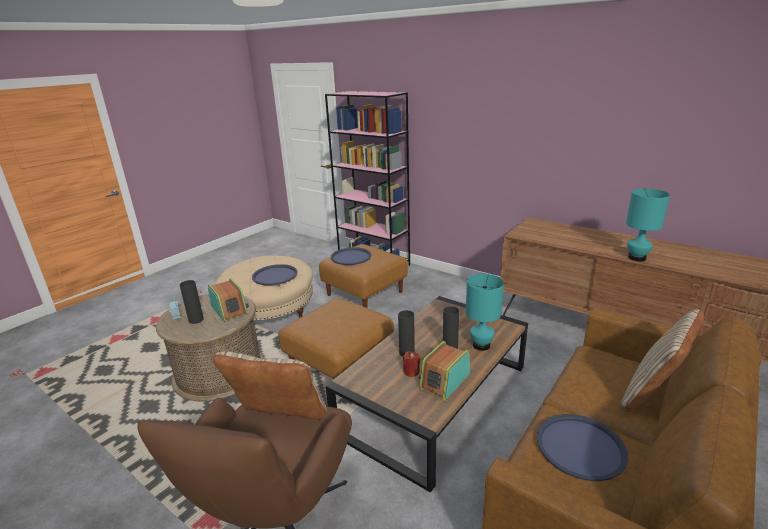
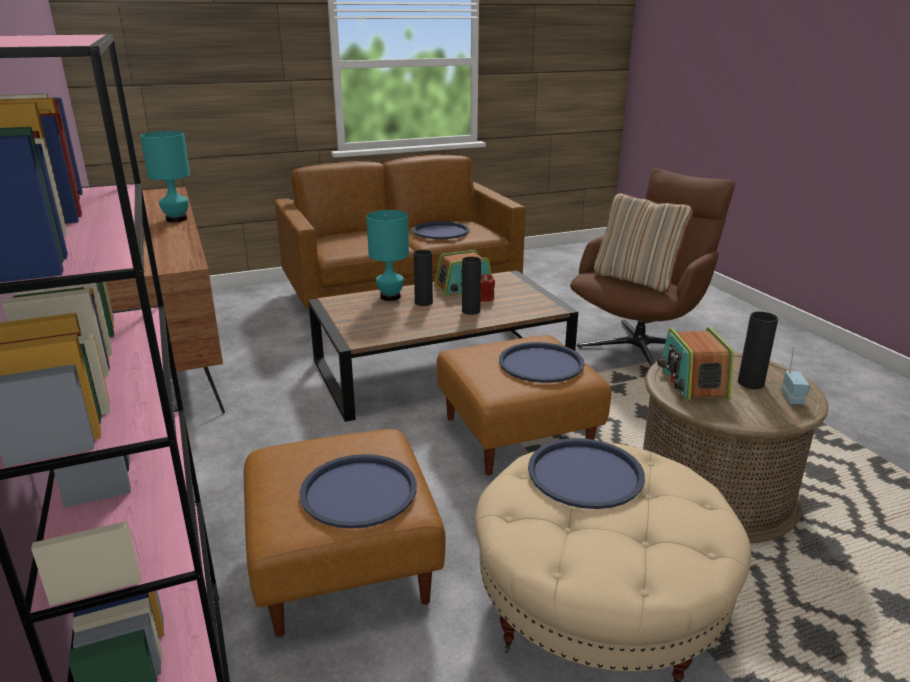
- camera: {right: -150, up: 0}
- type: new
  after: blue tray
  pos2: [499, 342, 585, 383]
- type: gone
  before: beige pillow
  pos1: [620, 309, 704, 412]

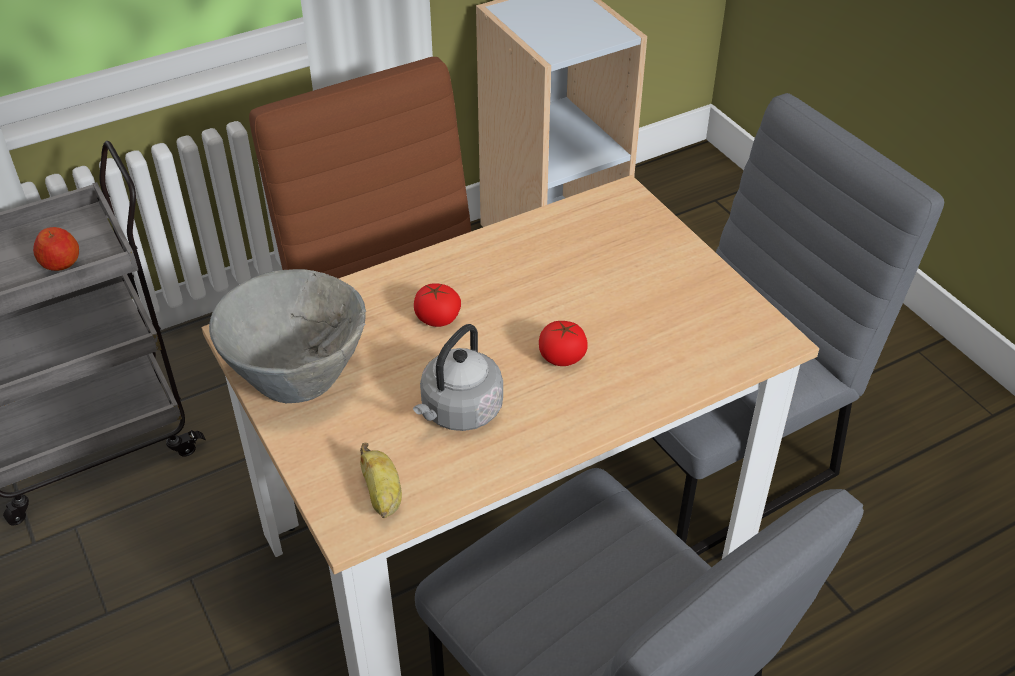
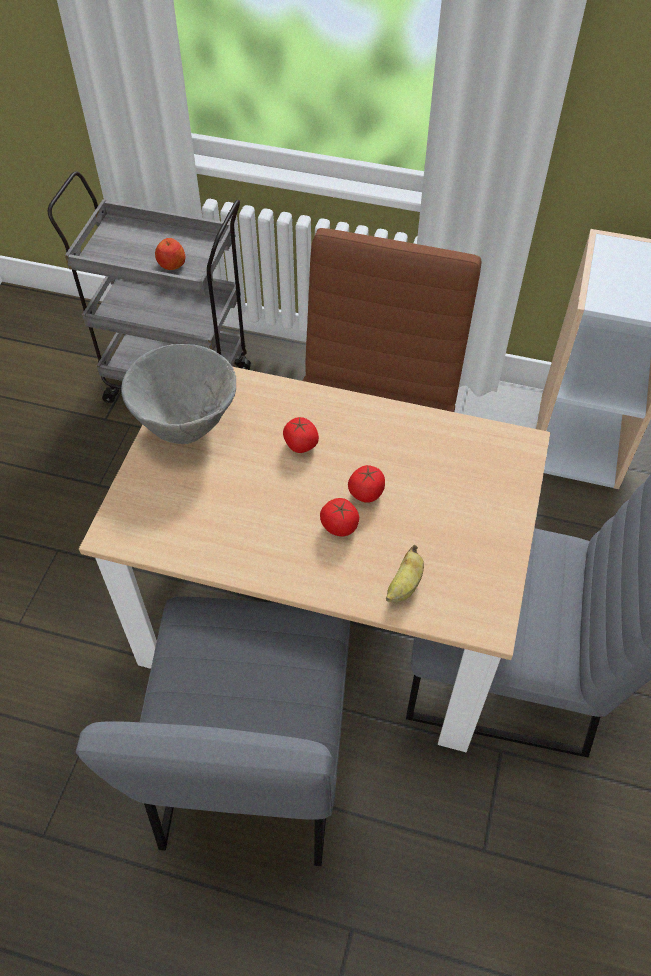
- camera: {right: 45, up: 10}
- type: new
  after: tomato
  pos2: [348, 465, 385, 503]
- type: shifted
  before: banana
  pos1: [360, 443, 402, 518]
  pos2: [386, 545, 424, 602]
- type: gone
  before: grey kettle
  pos1: [413, 324, 503, 431]

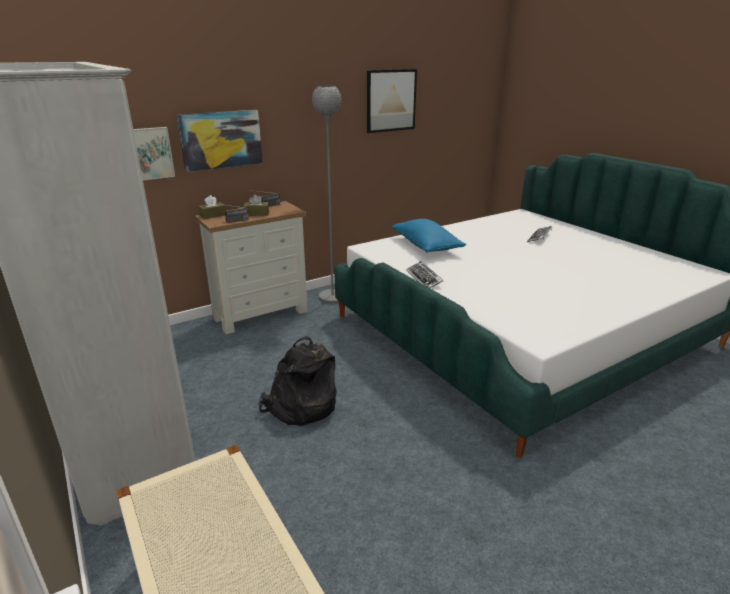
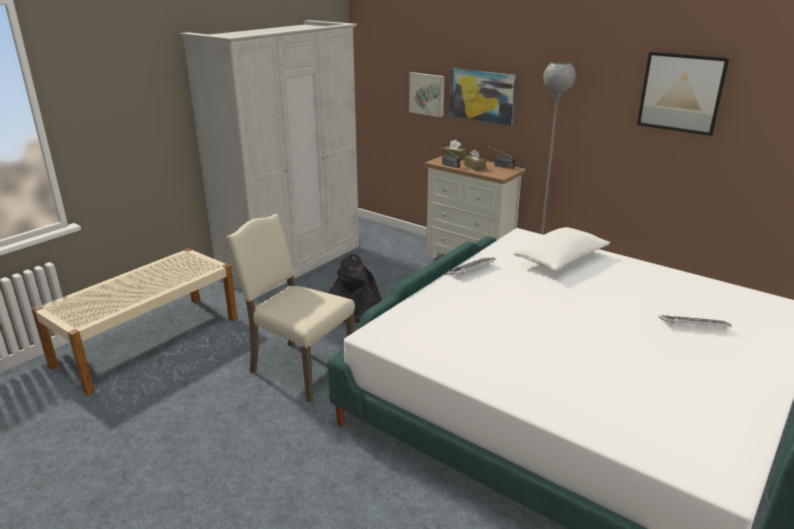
- camera: {right: 70, up: 0}
- type: new
  after: beige chair
  pos2: [226, 214, 355, 402]
- type: repainted
  before: blue pillow
  after: white pillow
  pos1: [392, 219, 466, 252]
  pos2: [513, 227, 610, 271]

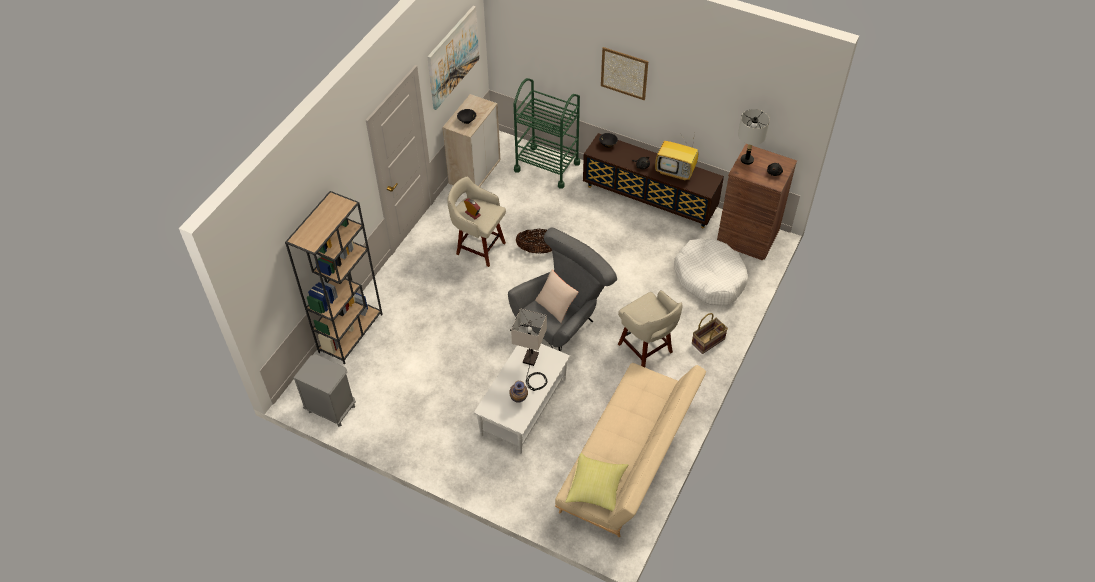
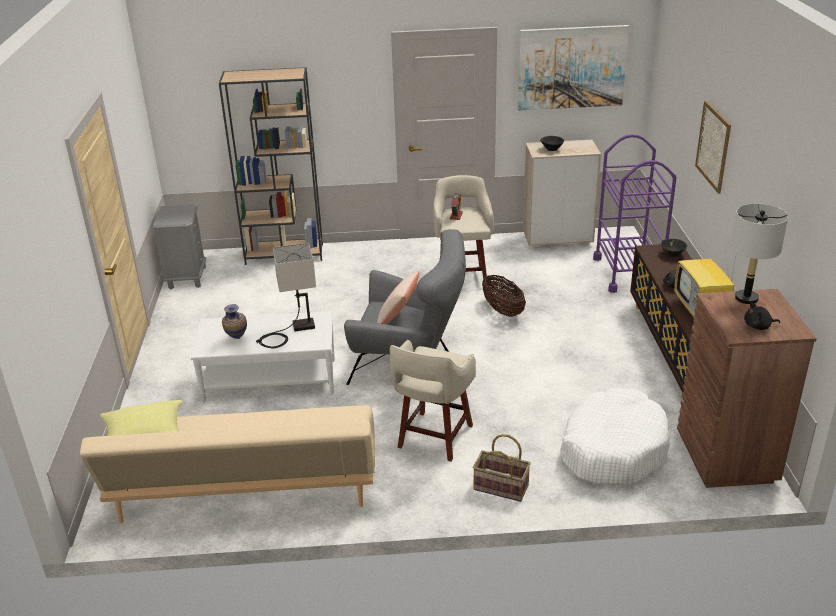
- camera: {right: 60, up: -20}
- type: repainted
  before: green cart
  after: purple cart
  pos1: [513, 78, 580, 189]
  pos2: [593, 134, 677, 293]

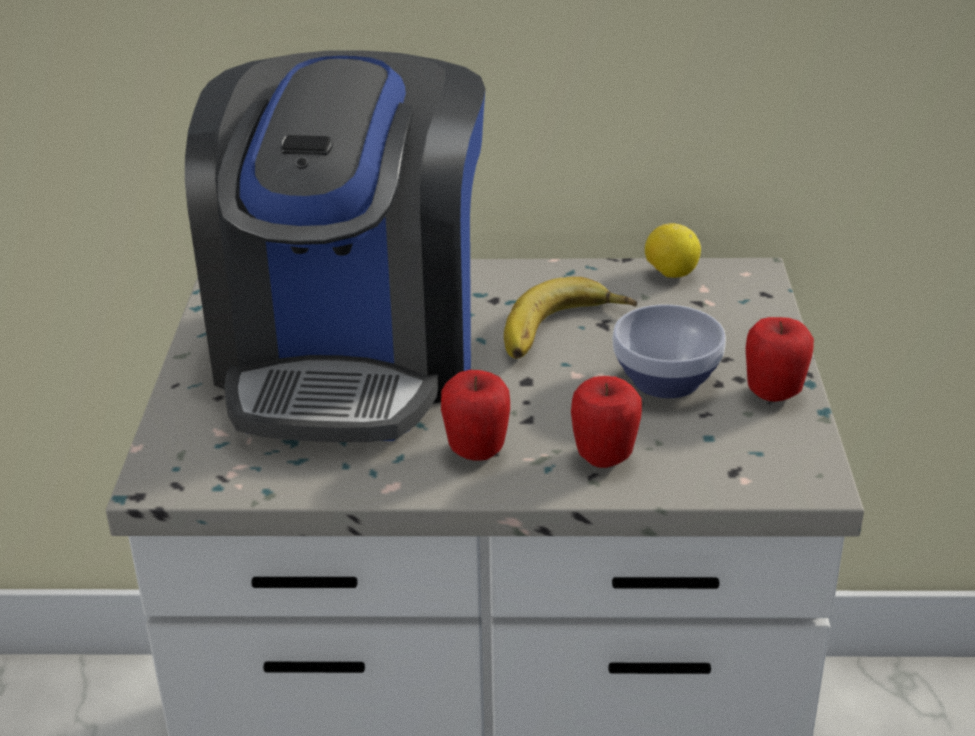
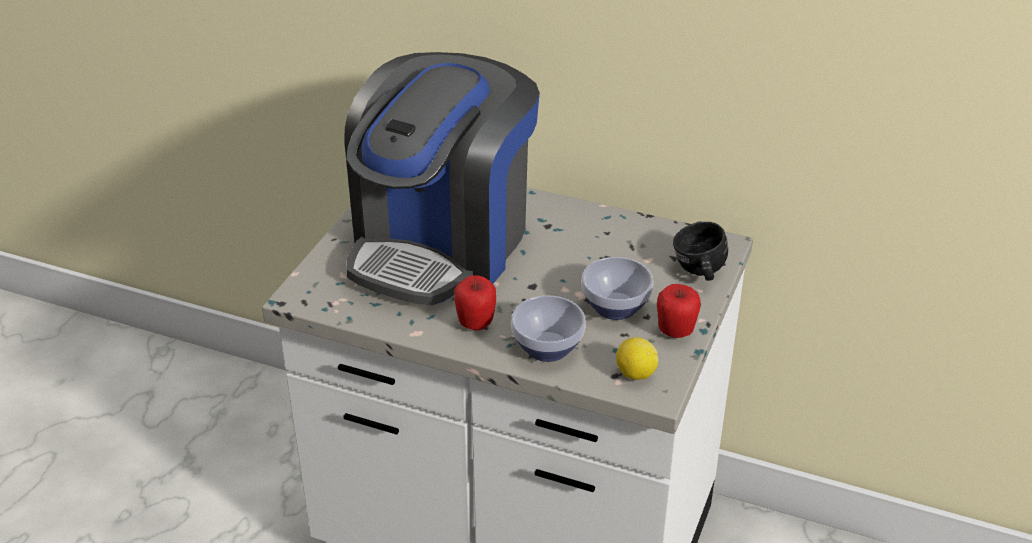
- camera: {right: 20, up: 5}
- type: swapped
  before: apple
  after: bowl
  pos1: [571, 376, 642, 468]
  pos2: [511, 295, 586, 362]
- type: shifted
  before: lemon
  pos1: [645, 223, 701, 278]
  pos2: [616, 337, 659, 380]
- type: new
  after: black mug
  pos2: [673, 221, 728, 281]
- type: gone
  before: banana
  pos1: [504, 277, 637, 359]

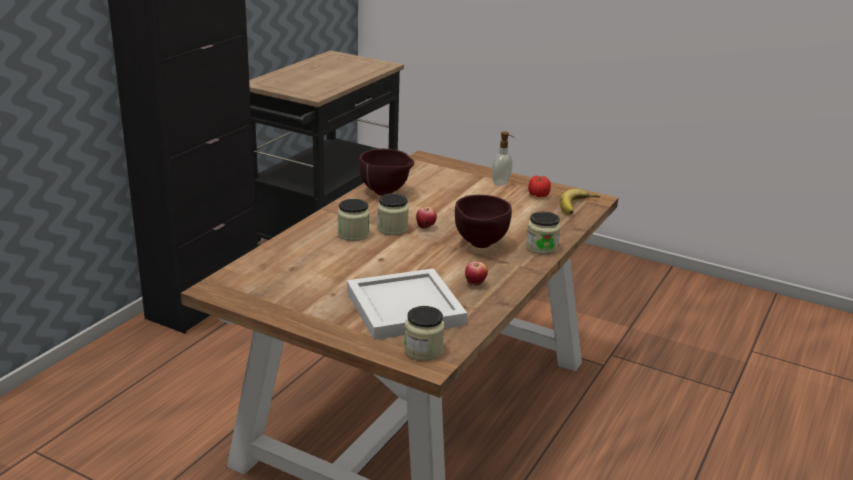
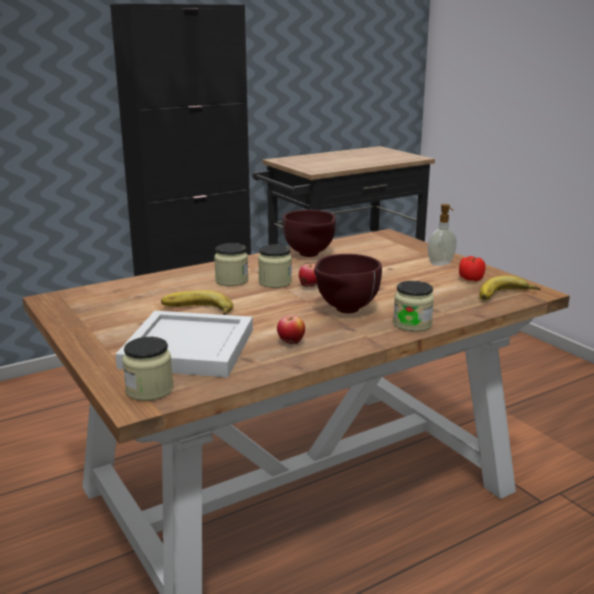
- camera: {right: 30, up: -5}
- type: new
  after: banana
  pos2: [161, 290, 233, 315]

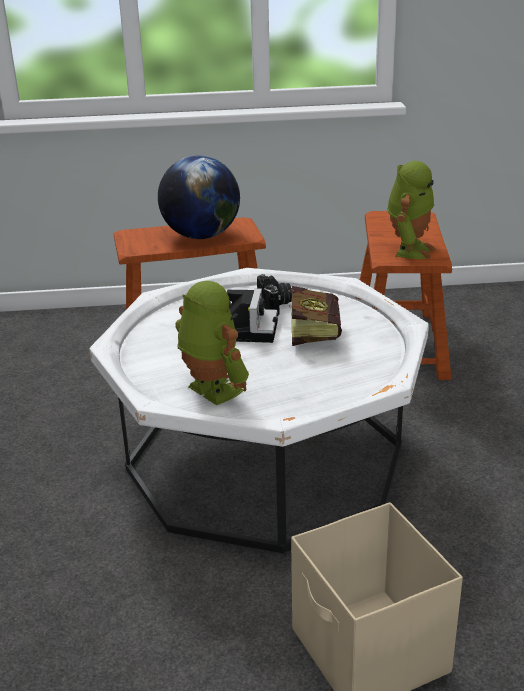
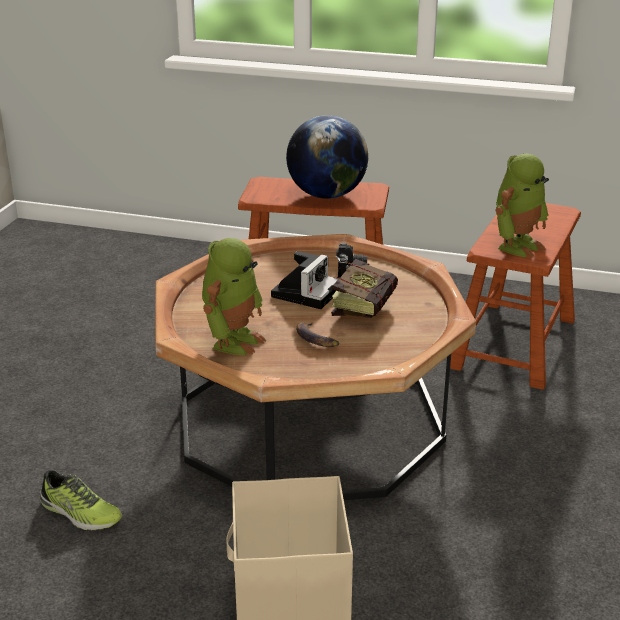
- camera: {right: 20, up: 0}
- type: new
  after: shoe
  pos2: [40, 470, 122, 530]
- type: repainted
  before: white coffee table
  after: brown coffee table
  pos1: [89, 268, 429, 553]
  pos2: [155, 234, 476, 500]
- type: rotated
  before: toy robot
  pos1: [175, 281, 249, 405]
  pos2: [202, 238, 266, 355]
  turn: 45
- type: new
  after: banana
  pos2: [296, 323, 340, 347]

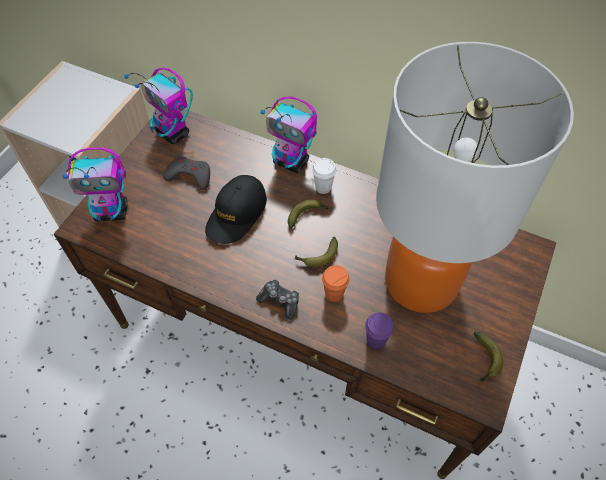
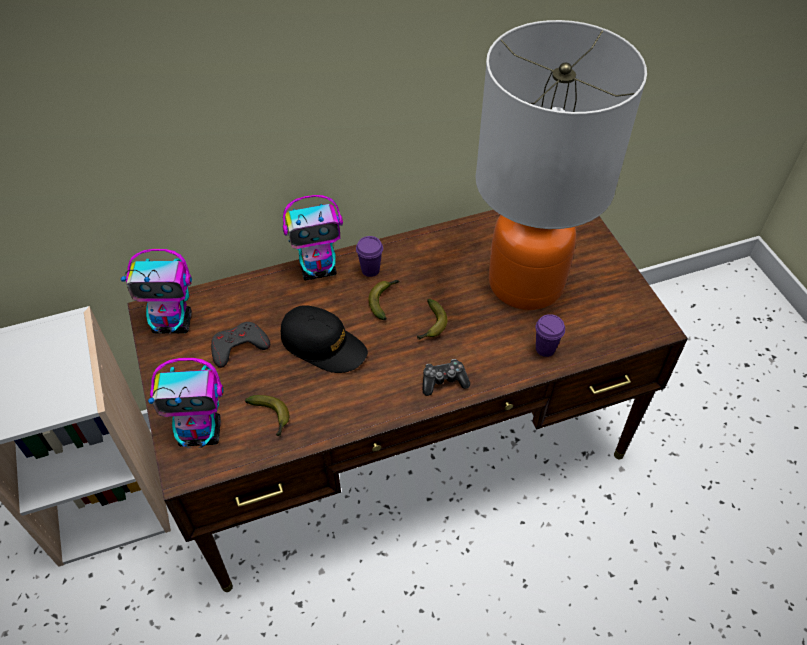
- camera: {right: -45, up: -5}
- type: rotated
  before: toy robot
  pos1: [63, 148, 128, 221]
  pos2: [148, 358, 224, 449]
  turn: 45
- type: shifted
  before: banana
  pos1: [474, 331, 503, 383]
  pos2: [245, 395, 289, 436]
- type: rotated
  before: black cap
  pos1: [205, 175, 267, 244]
  pos2: [281, 305, 368, 373]
  turn: -45
- type: repainted
  before: white cup
  after: purple cup
  pos1: [312, 158, 337, 194]
  pos2: [356, 236, 383, 277]
- type: gone
  before: orange cup
  pos1: [322, 265, 350, 302]

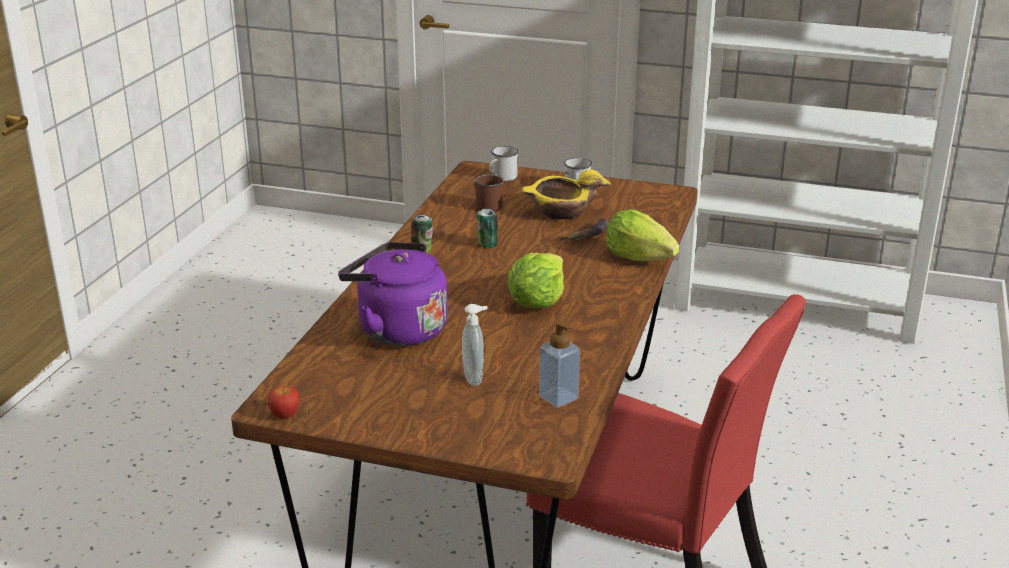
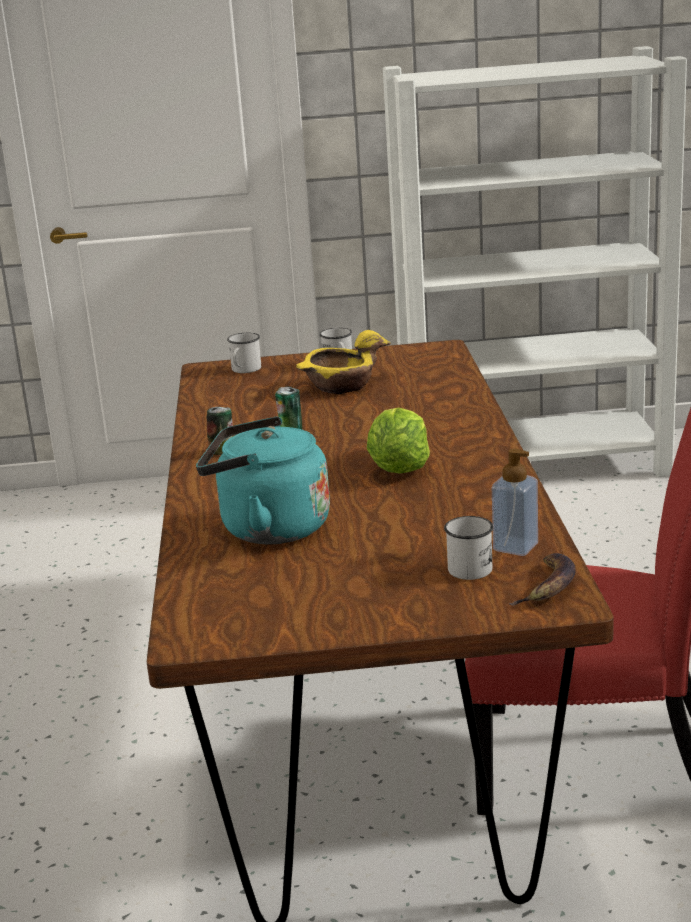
- camera: {right: -20, up: -5}
- type: repainted
  before: purple kettle
  after: turquoise kettle
  pos1: [338, 242, 448, 346]
  pos2: [196, 417, 330, 544]
- type: new
  after: white mug
  pos2: [444, 516, 493, 580]
- type: shifted
  before: banana
  pos1: [556, 218, 609, 241]
  pos2: [509, 553, 576, 606]
- type: gone
  before: apple
  pos1: [267, 386, 300, 419]
- type: gone
  before: soap dispenser
  pos1: [462, 304, 488, 386]
- type: gone
  before: brown mug
  pos1: [474, 174, 504, 211]
- type: gone
  before: lettuce
  pos1: [606, 209, 680, 261]

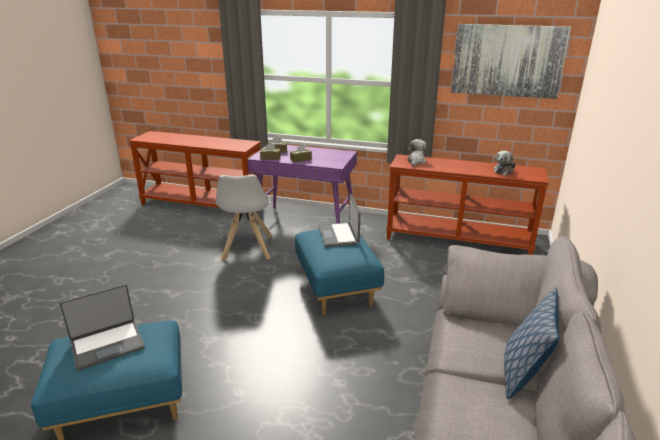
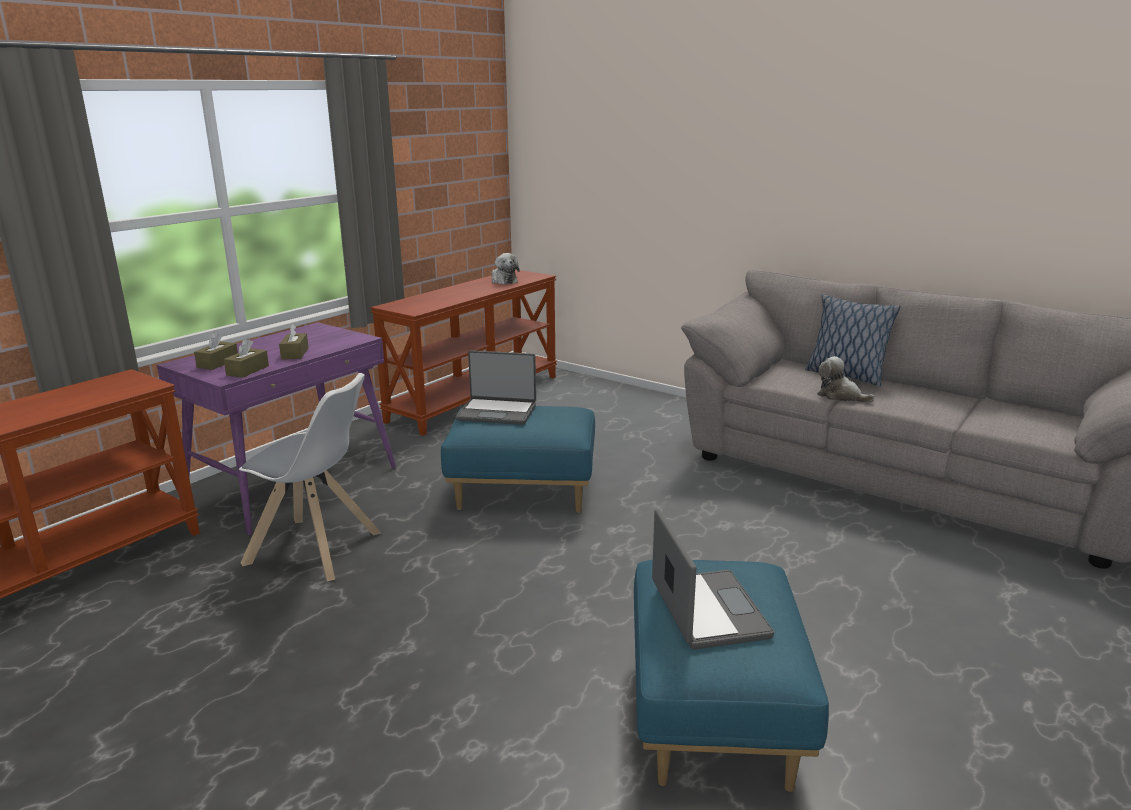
- camera: {right: -70, up: -5}
- type: shifted
  before: plush toy
  pos1: [407, 139, 426, 166]
  pos2: [817, 356, 875, 403]
- type: gone
  before: picture
  pos1: [451, 24, 571, 99]

